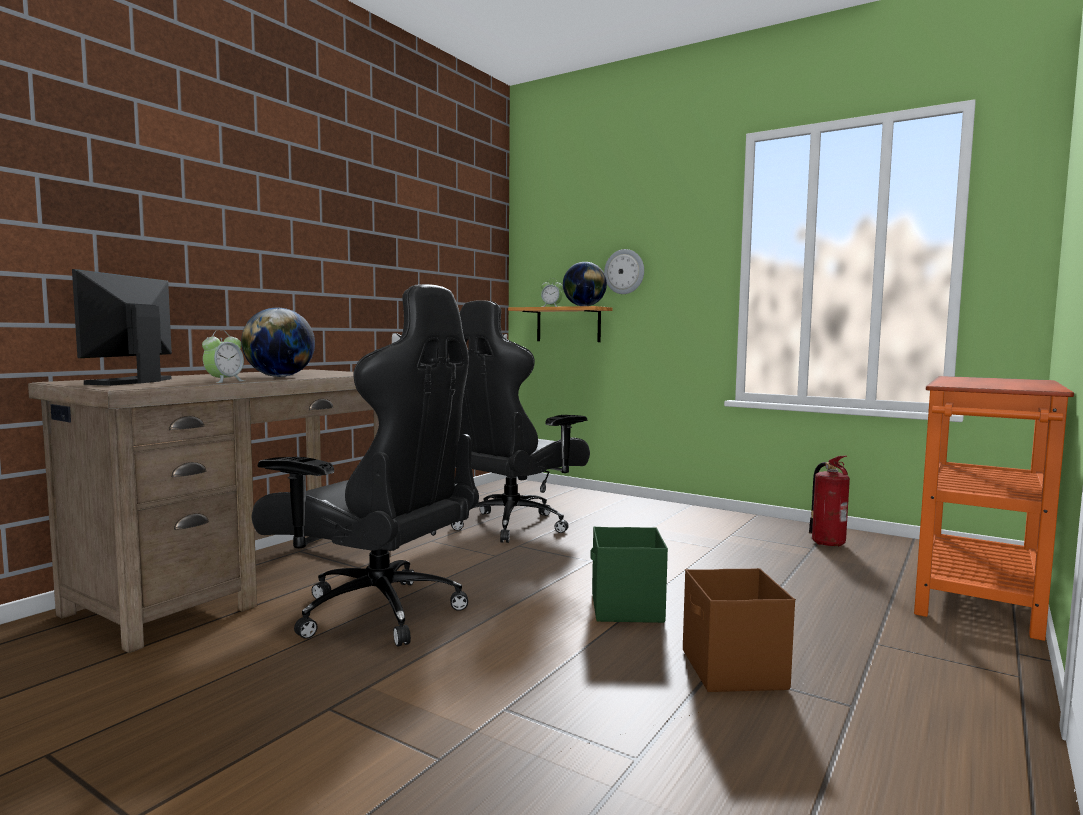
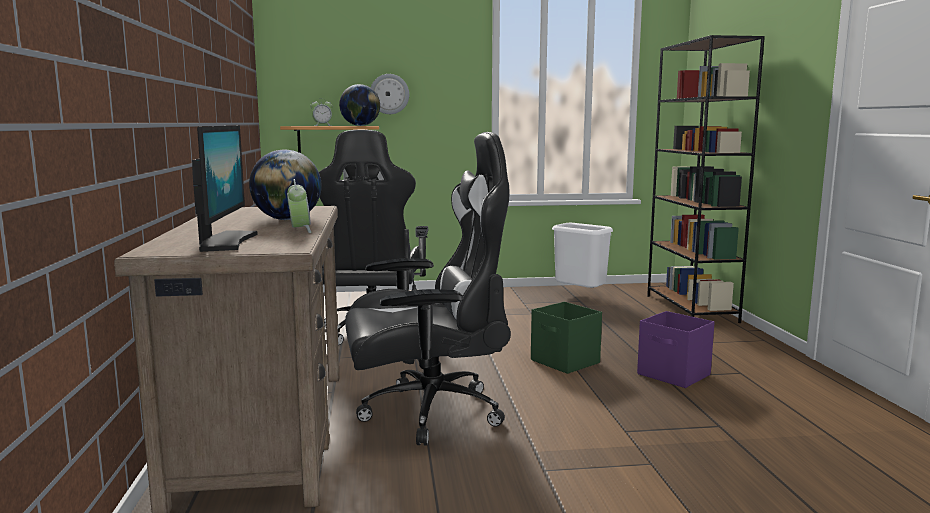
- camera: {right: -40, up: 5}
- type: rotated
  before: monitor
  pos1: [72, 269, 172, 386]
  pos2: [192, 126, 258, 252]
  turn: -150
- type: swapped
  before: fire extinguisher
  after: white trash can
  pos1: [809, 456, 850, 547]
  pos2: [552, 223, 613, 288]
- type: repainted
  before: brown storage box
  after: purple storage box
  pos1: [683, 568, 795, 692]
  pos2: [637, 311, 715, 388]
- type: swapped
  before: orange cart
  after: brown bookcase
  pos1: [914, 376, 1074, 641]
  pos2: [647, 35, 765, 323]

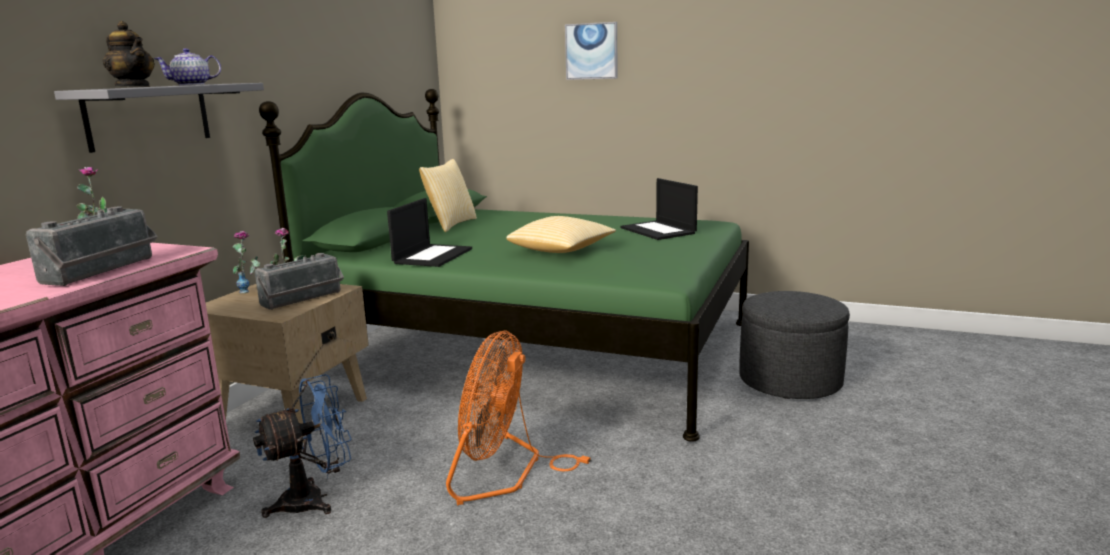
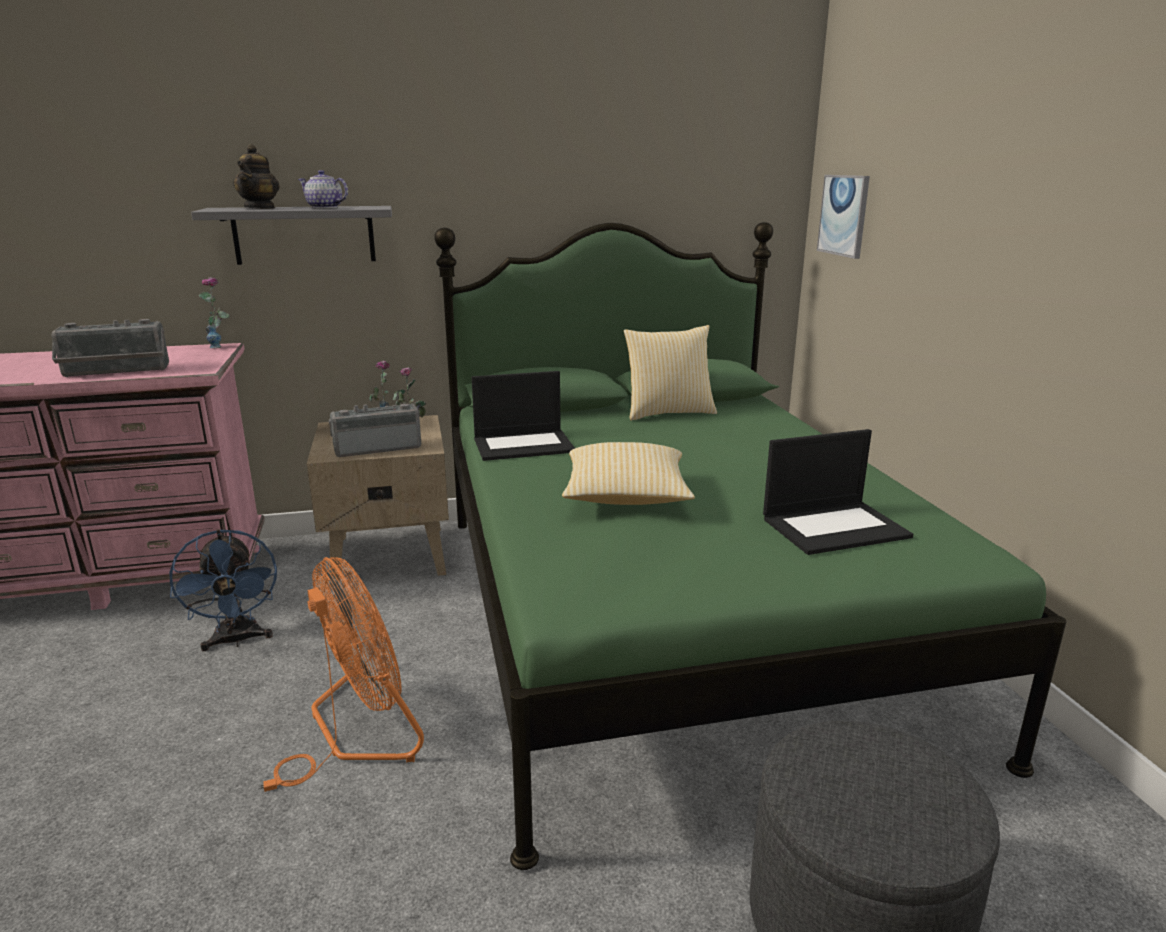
- camera: {right: 55, up: 5}
- type: rotated
  before: blue fan
  pos1: [253, 374, 352, 518]
  pos2: [169, 529, 277, 651]
  turn: 45
- type: rotated
  before: orange fan
  pos1: [446, 330, 591, 505]
  pos2: [260, 557, 424, 792]
  turn: 75
- type: rotated
  before: radio
  pos1: [255, 253, 344, 310]
  pos2: [329, 403, 421, 457]
  turn: 150
- type: rotated
  before: laptop
  pos1: [621, 178, 698, 240]
  pos2: [763, 429, 913, 555]
  turn: -135
- type: shifted
  before: picture
  pos1: [565, 22, 618, 80]
  pos2: [817, 175, 870, 259]

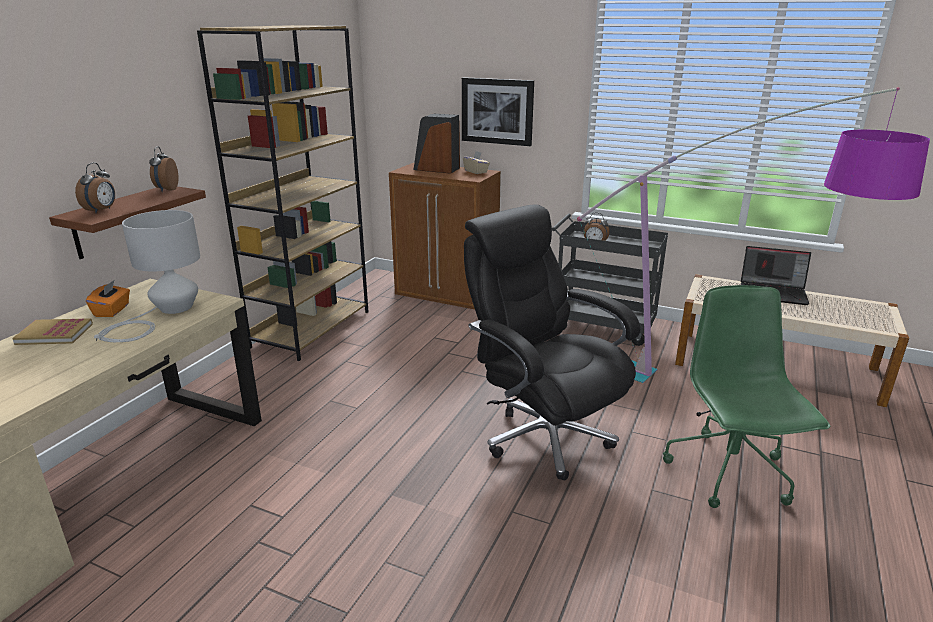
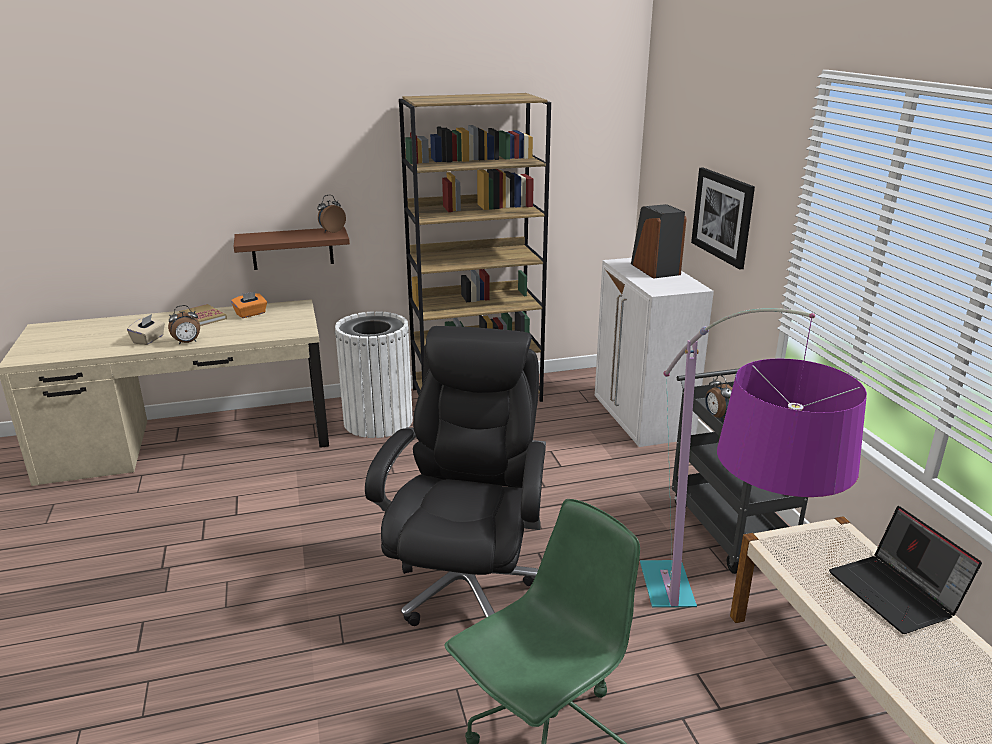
- camera: {right: 50, up: 0}
- type: shifted
  before: beige tissue box
  pos1: [463, 151, 490, 174]
  pos2: [127, 314, 165, 345]
- type: shifted
  before: alarm clock
  pos1: [75, 163, 115, 213]
  pos2: [168, 305, 200, 345]
- type: new
  after: white trash can
  pos2: [335, 311, 413, 438]
- type: repainted
  before: brown cabinet
  after: white cabinet
  pos1: [389, 163, 501, 309]
  pos2: [595, 258, 714, 447]
- type: gone
  before: white table lamp
  pos1: [94, 210, 200, 342]

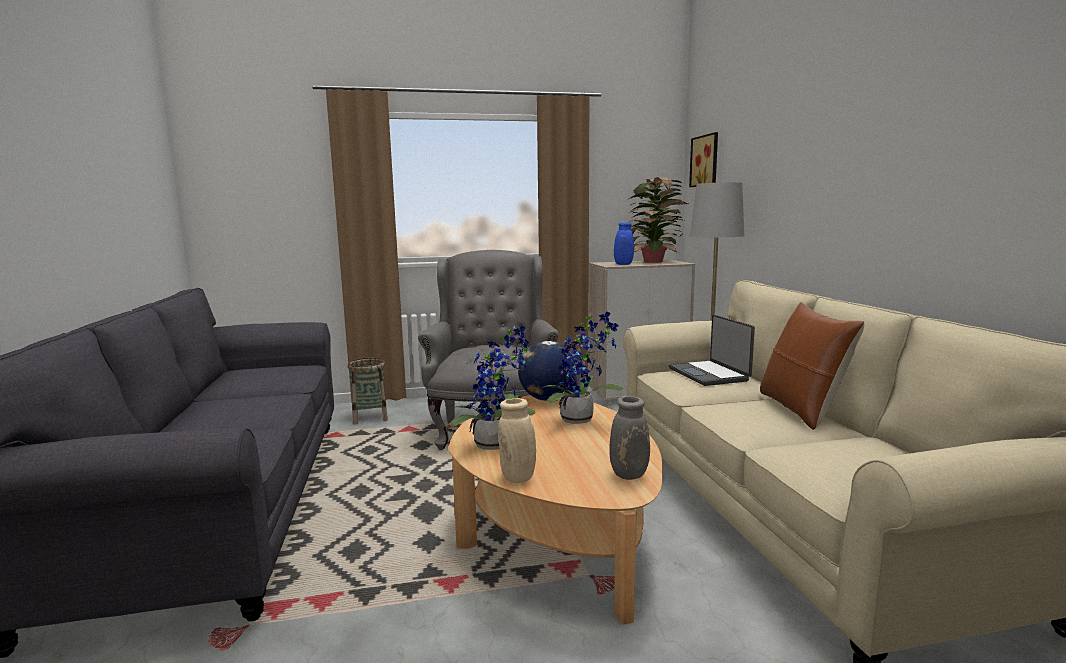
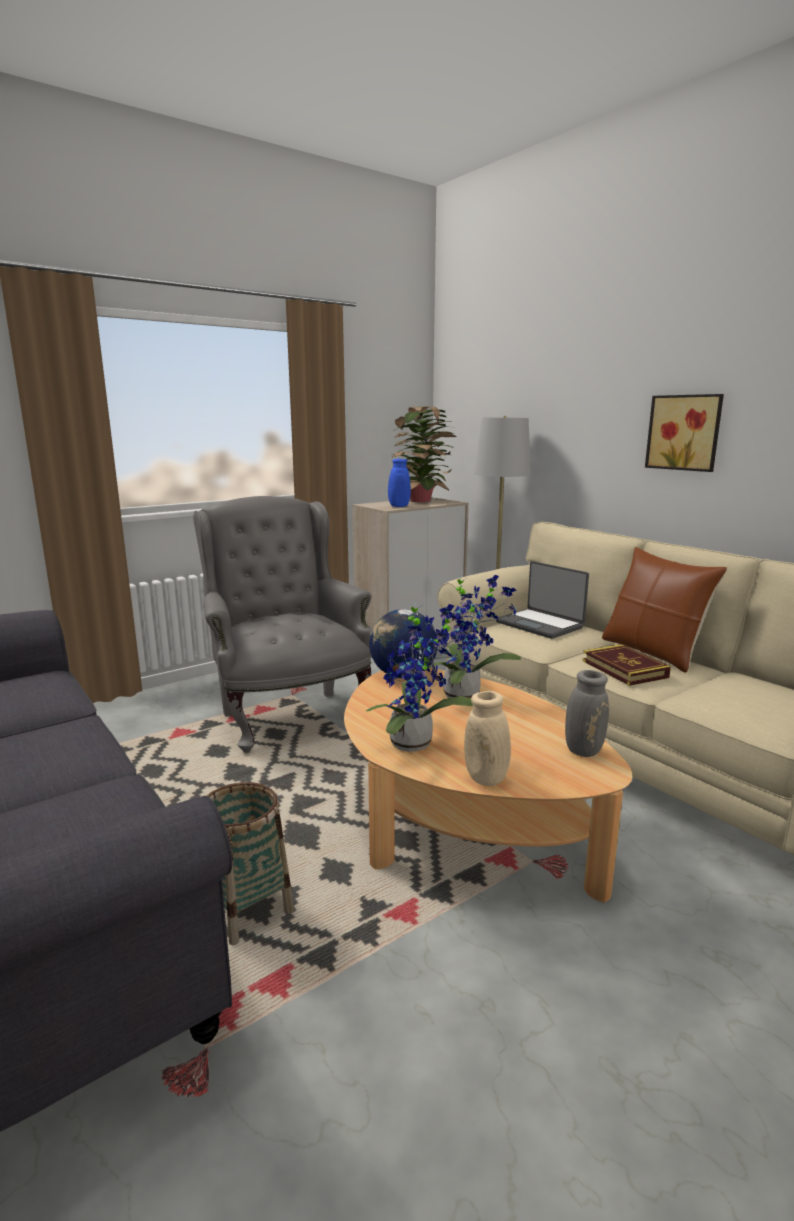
- camera: {right: -25, up: 5}
- type: shifted
  before: basket
  pos1: [347, 357, 388, 425]
  pos2: [207, 782, 294, 945]
- type: new
  after: book
  pos2: [583, 644, 671, 686]
- type: shifted
  before: picture
  pos1: [689, 132, 718, 187]
  pos2: [645, 394, 724, 472]

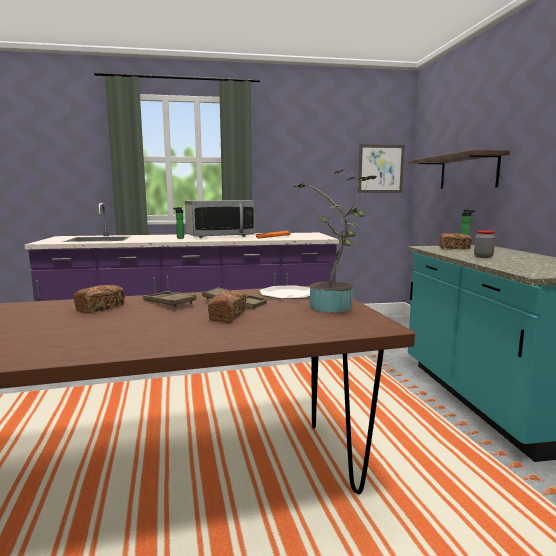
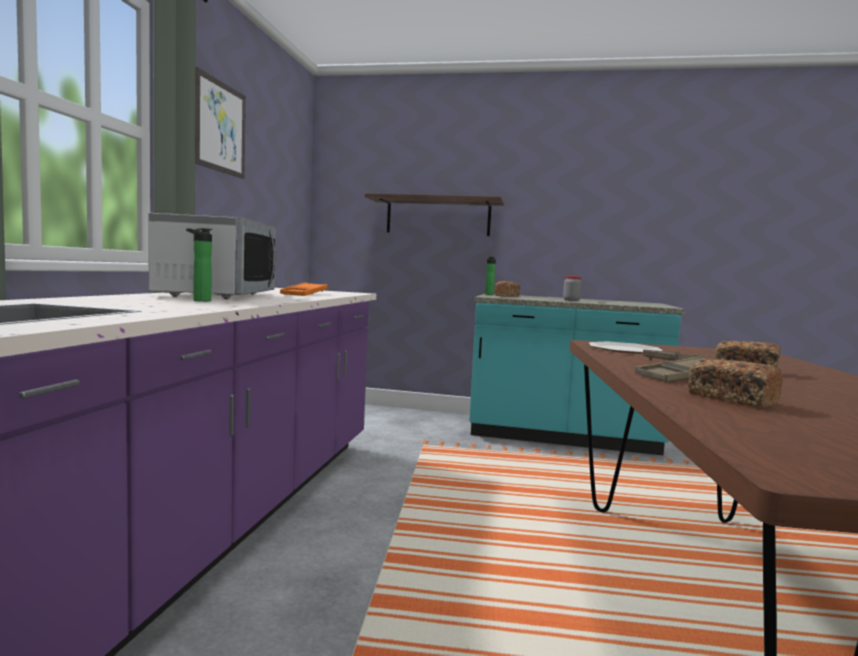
- camera: {right: -70, up: -5}
- type: shifted
  before: picture
  pos1: [358, 144, 405, 193]
  pos2: [195, 67, 246, 179]
- type: gone
  before: potted plant
  pos1: [294, 169, 377, 313]

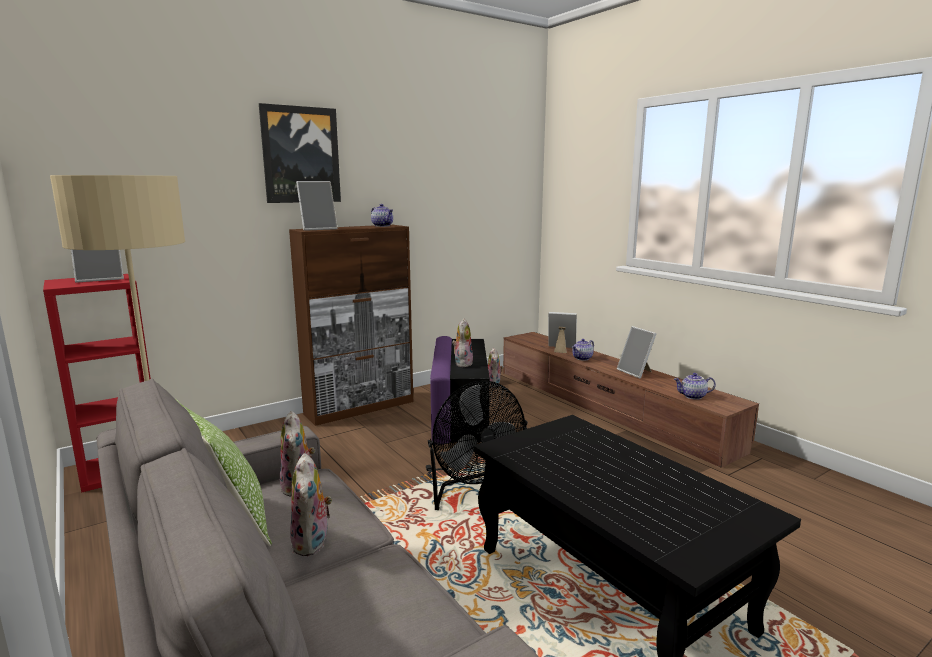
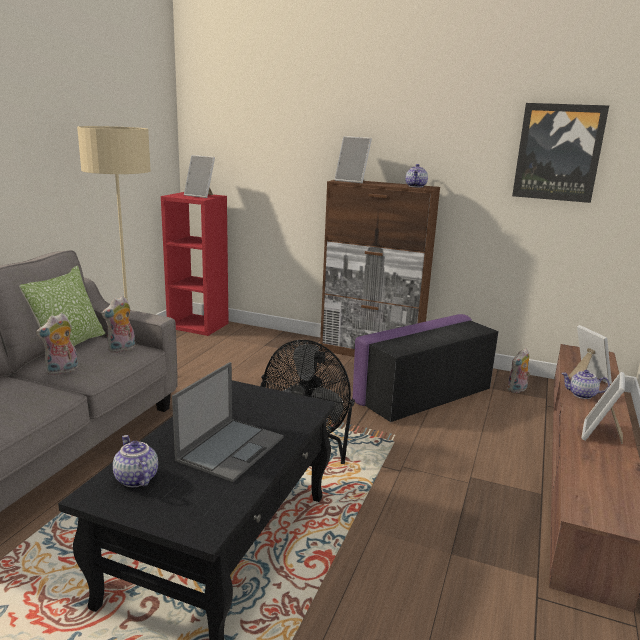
- camera: {right: 55, up: 5}
- type: shifted
  before: teapot
  pos1: [674, 373, 716, 400]
  pos2: [113, 435, 158, 487]
- type: new
  after: laptop
  pos2: [172, 362, 284, 482]
- type: shifted
  before: picture
  pos1: [259, 103, 341, 203]
  pos2: [512, 103, 609, 203]
- type: gone
  before: plush toy
  pos1: [452, 319, 473, 367]

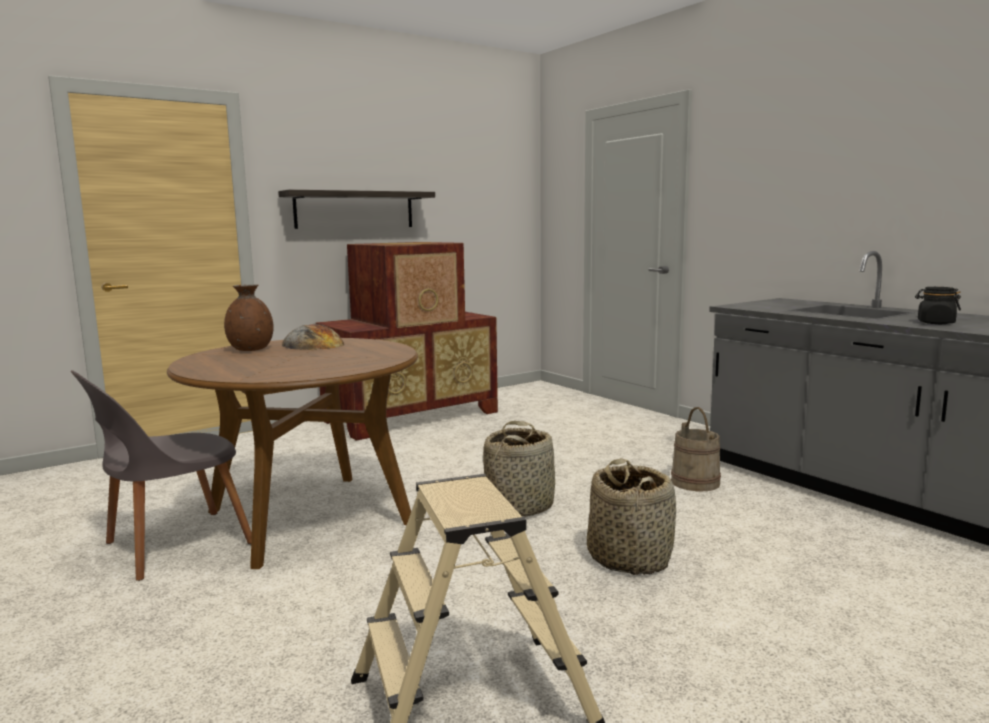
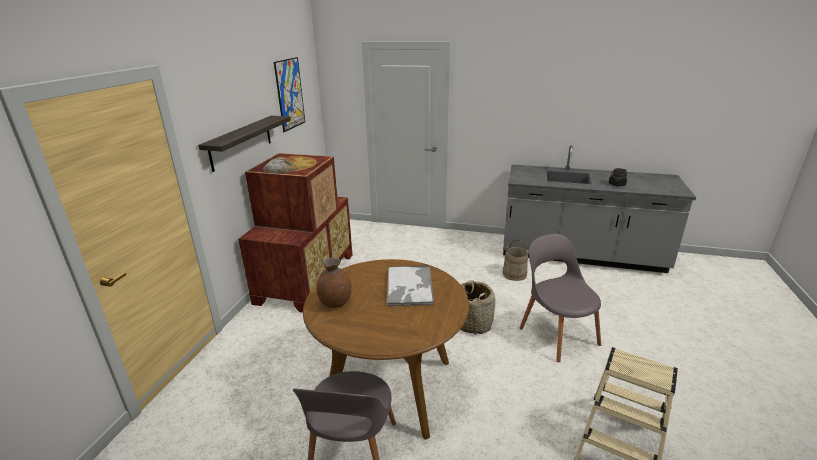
- camera: {right: -40, up: 15}
- type: shifted
  before: bread
  pos1: [282, 324, 344, 350]
  pos2: [263, 156, 301, 173]
- type: new
  after: picture
  pos2: [274, 57, 305, 132]
- type: new
  after: tray
  pos2: [387, 265, 434, 306]
- type: swapped
  before: basket
  after: grey chair
  pos1: [587, 458, 676, 575]
  pos2: [520, 234, 601, 362]

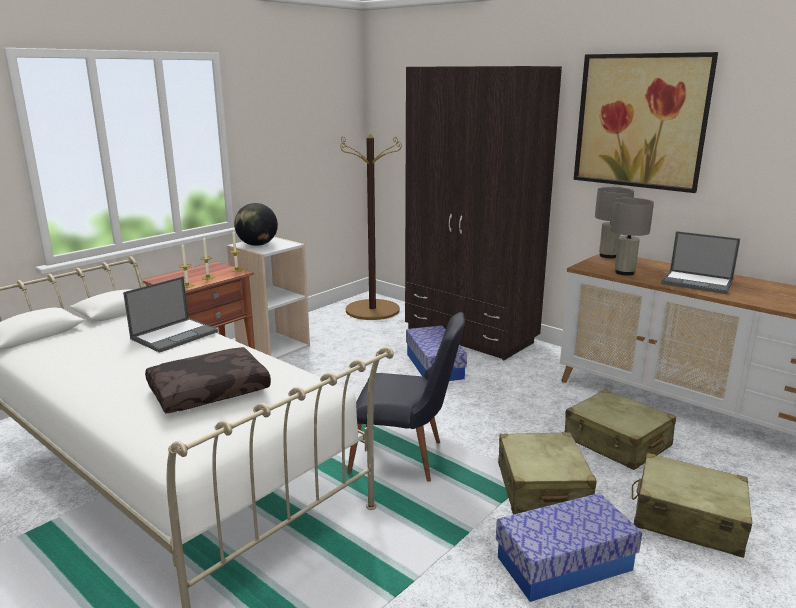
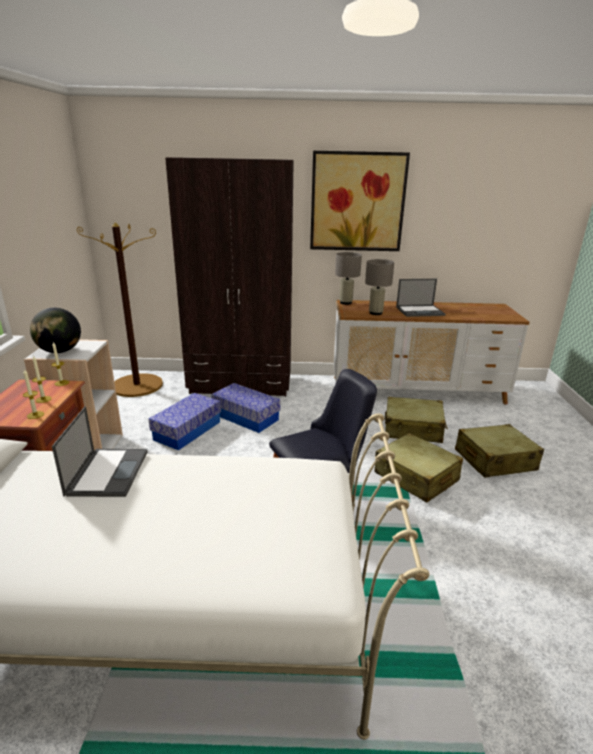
- camera: {right: -40, up: 5}
- type: shifted
  before: storage box
  pos1: [496, 493, 642, 602]
  pos2: [148, 393, 221, 450]
- type: gone
  before: brown pillow
  pos1: [145, 347, 271, 413]

